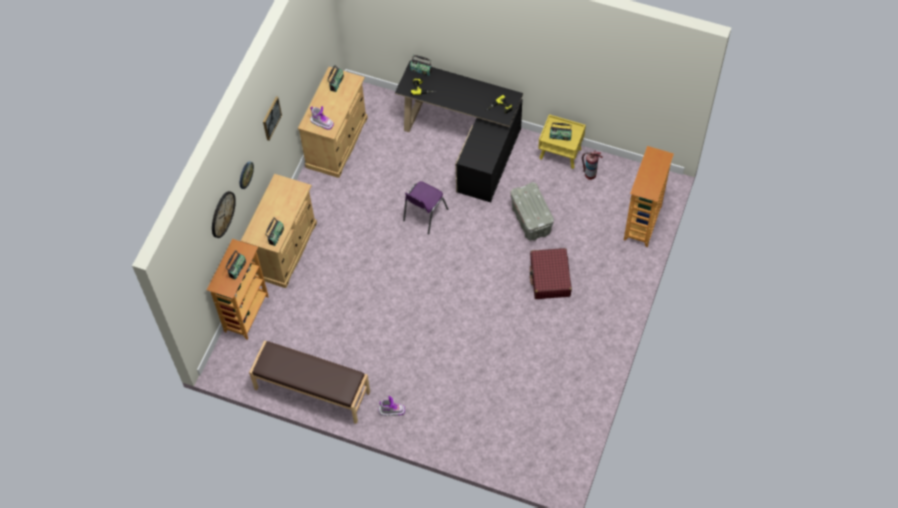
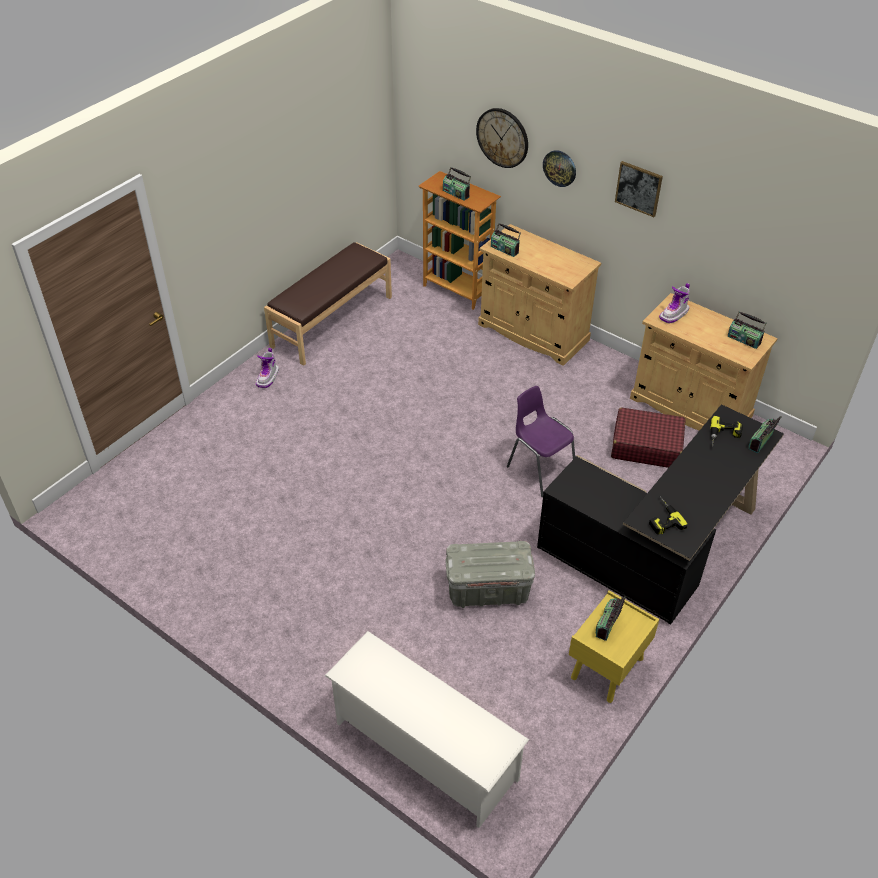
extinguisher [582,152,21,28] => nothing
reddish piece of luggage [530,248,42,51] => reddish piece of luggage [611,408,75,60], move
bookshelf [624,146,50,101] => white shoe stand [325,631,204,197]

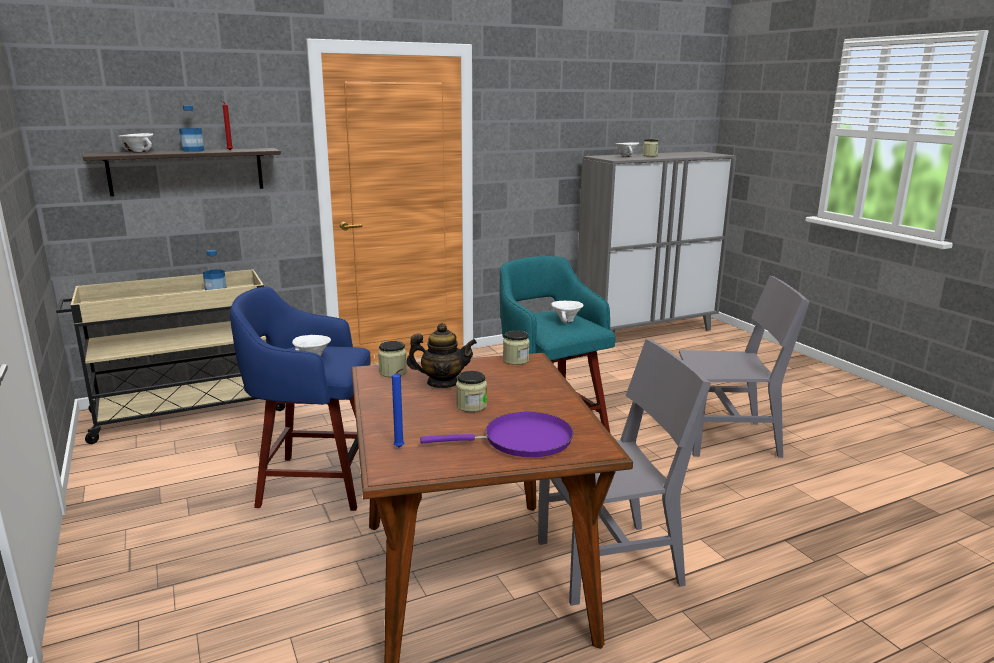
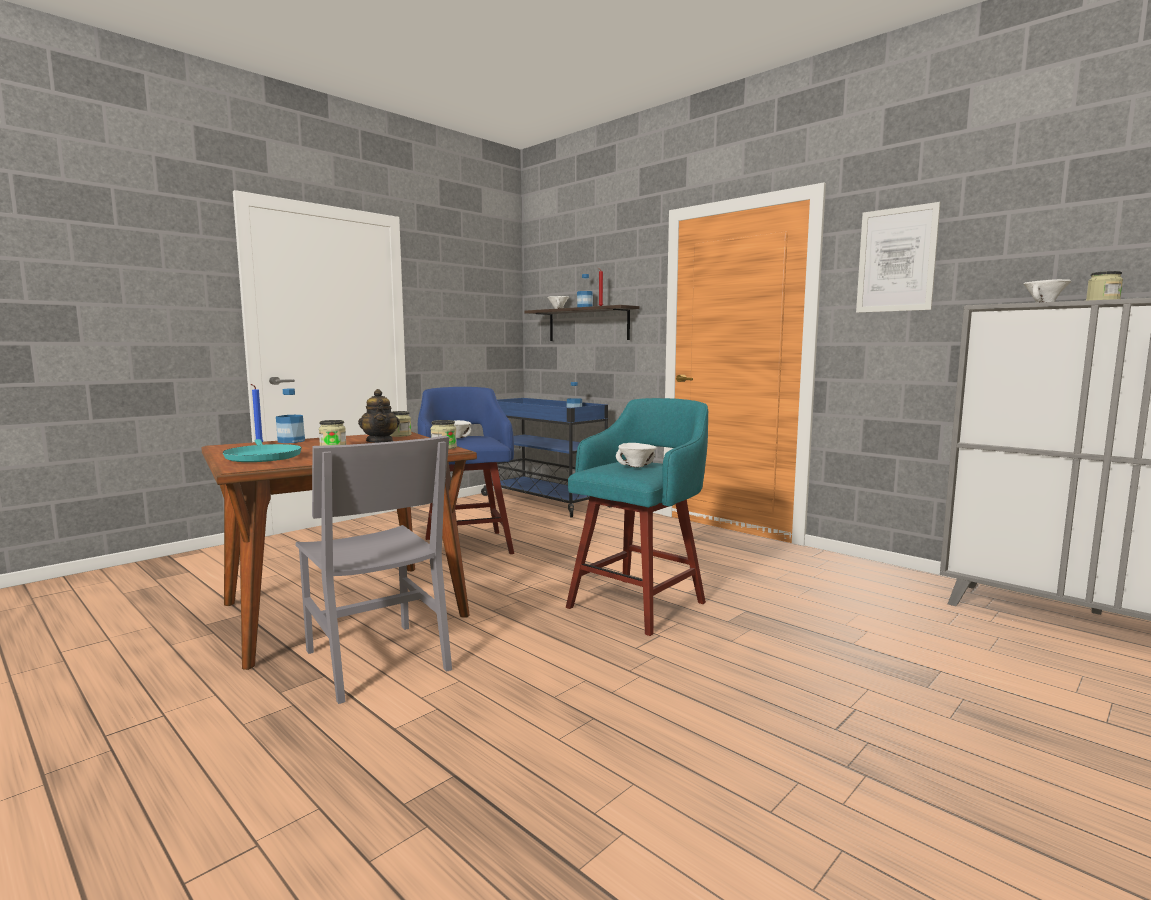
grey chair [679,276,131,182] => nothing
nothing => bottle [276,389,29,54]
nothing => wall picture [856,202,84,111]
sand-coloured trolley [56,269,229,175] => bluish trolley [481,398,128,119]
purple pan [420,412,153,45] => turquoise pan [222,439,80,23]

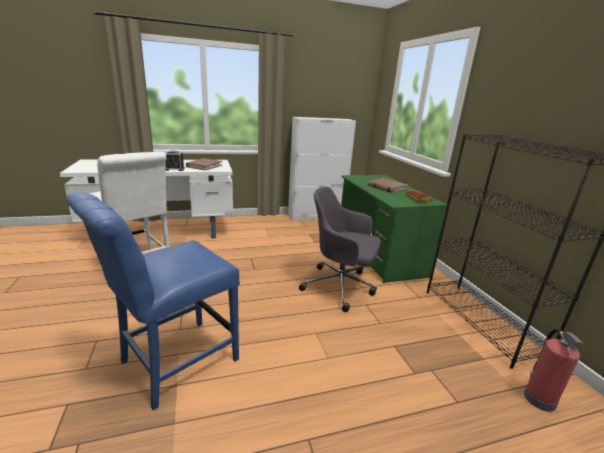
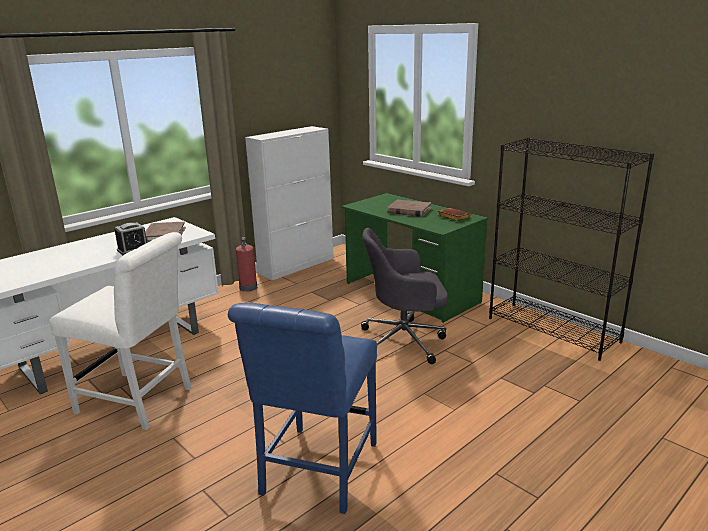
extinguisher [524,329,59,83] => extinguisher [236,237,21,55], move

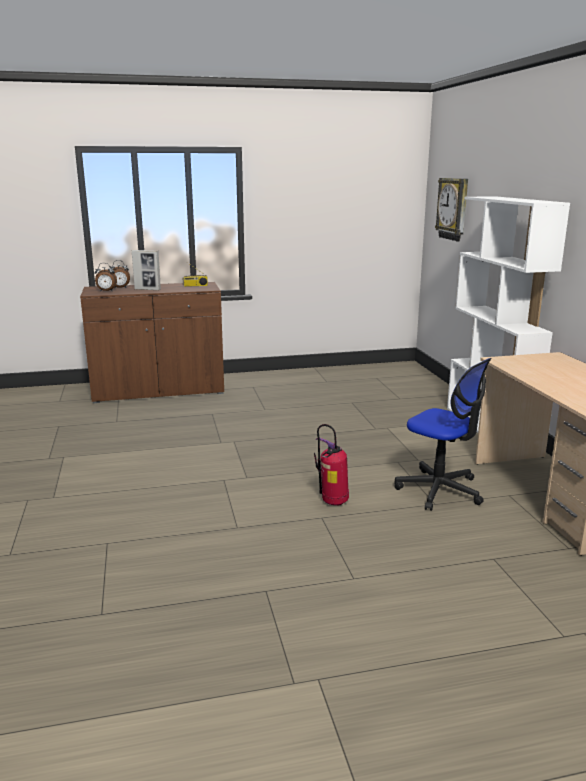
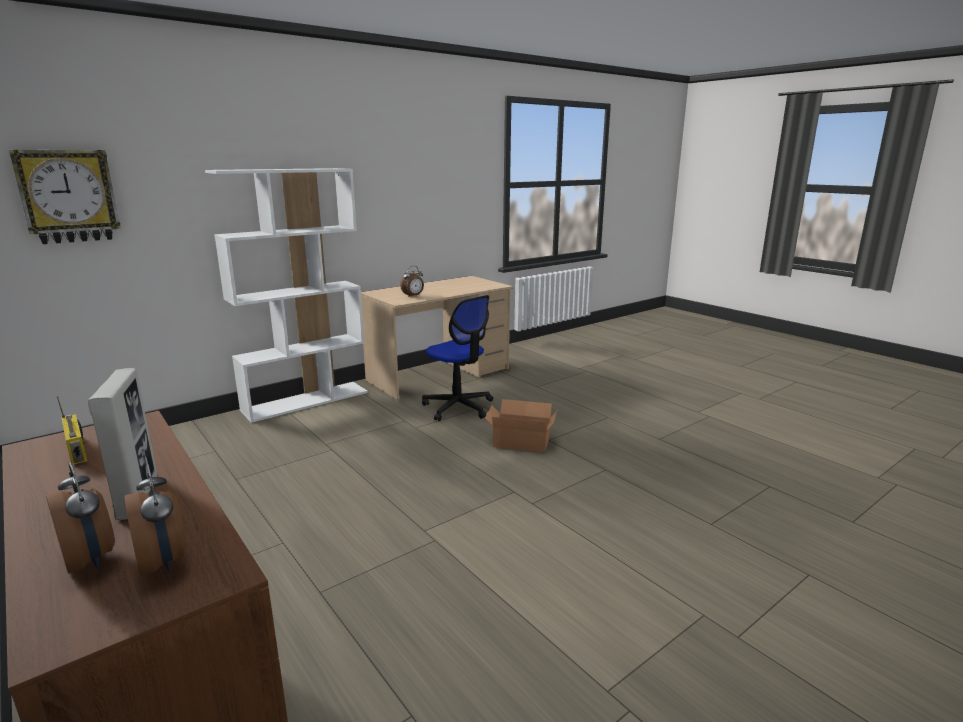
nothing => table clock [400,266,24,30]
extinguisher [314,424,35,81] => packing box [485,399,72,54]
desk chair [394,358,97,153] => desk chair [422,295,71,126], 120 degrees clockwise

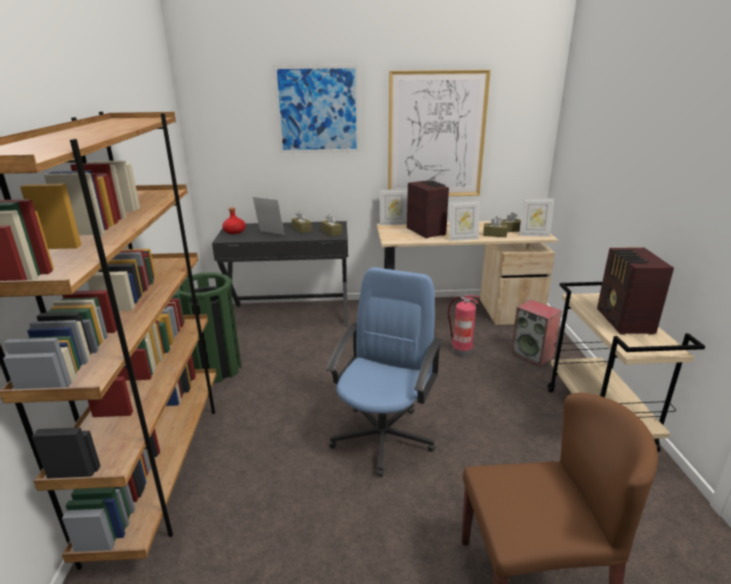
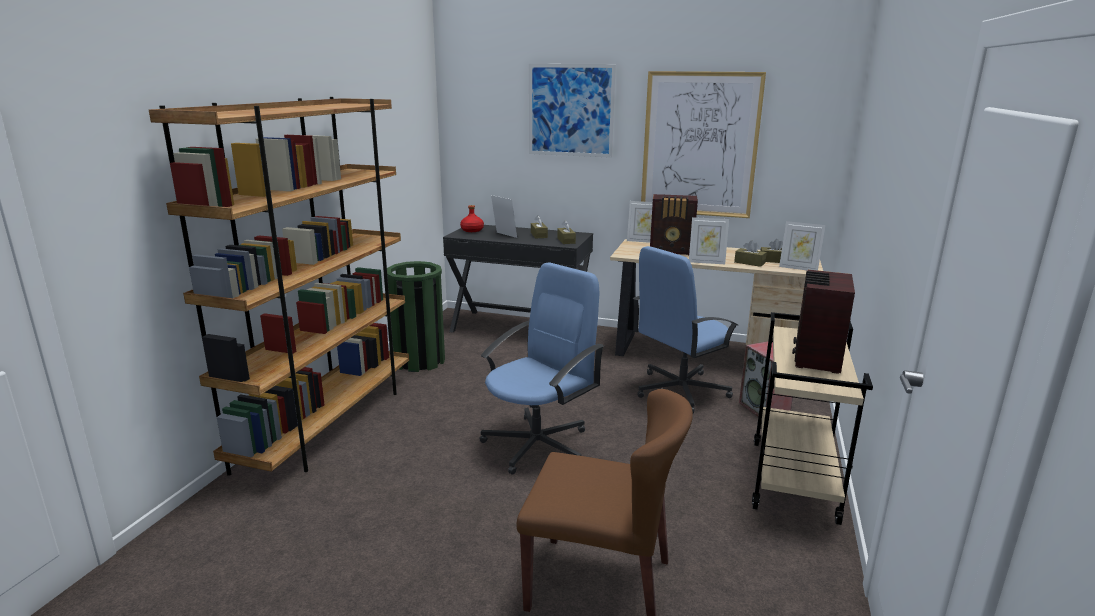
extinguisher [448,295,32,62] => bluish desk chair [632,246,106,168]
radio set [407,180,42,58] => radio set [650,194,48,61], 105 degrees clockwise

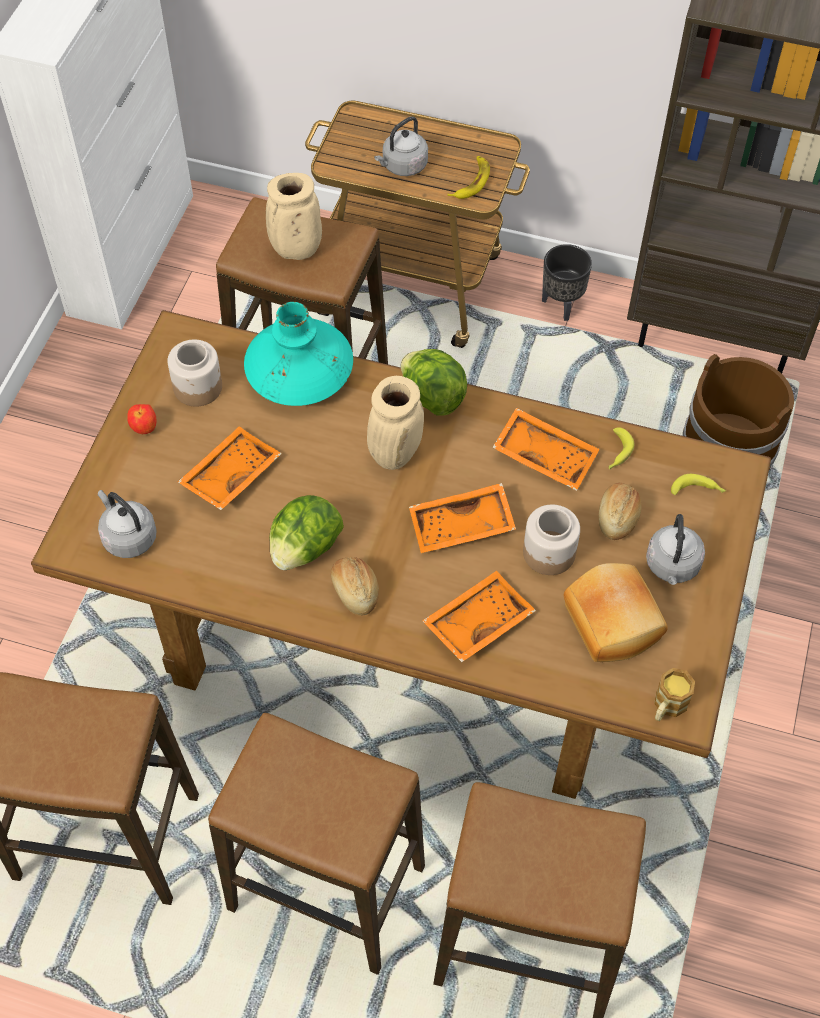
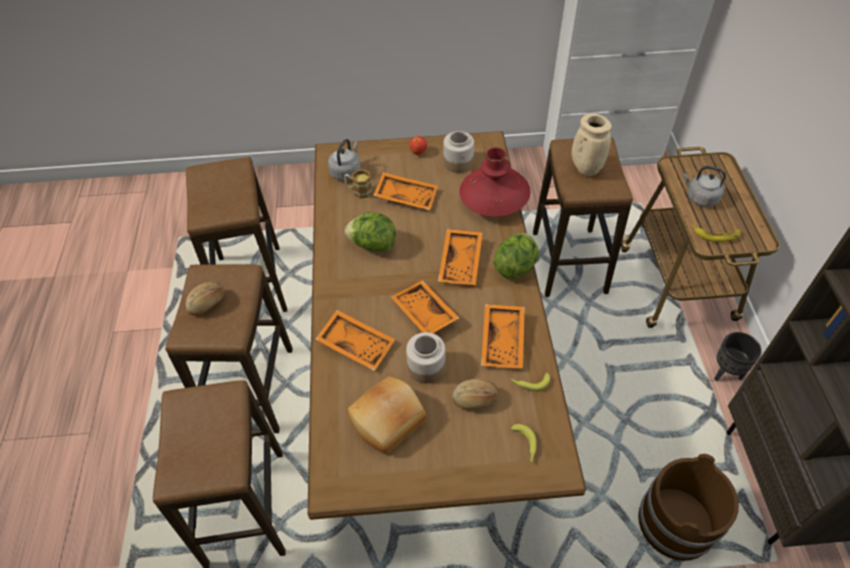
grey water kettle [646,514,59,71] => nothing
bread [331,556,48,59] => bread [186,281,38,35], move
tea mug [654,668,41,53] => tea mug [344,169,28,30], move
sand-coloured decorative vase [367,376,57,94] => orangey carrying tray [438,229,45,56]
turquoise decorative vase [244,302,109,104] => reddish decorative vase [460,147,71,70]

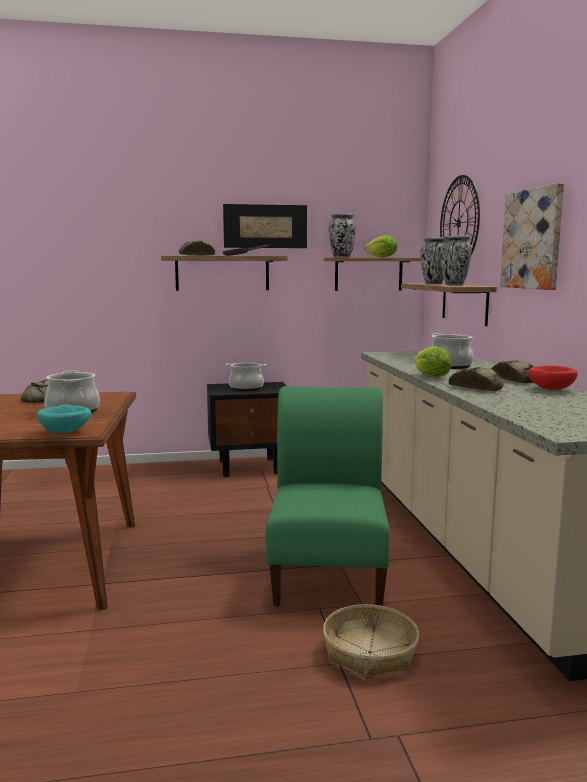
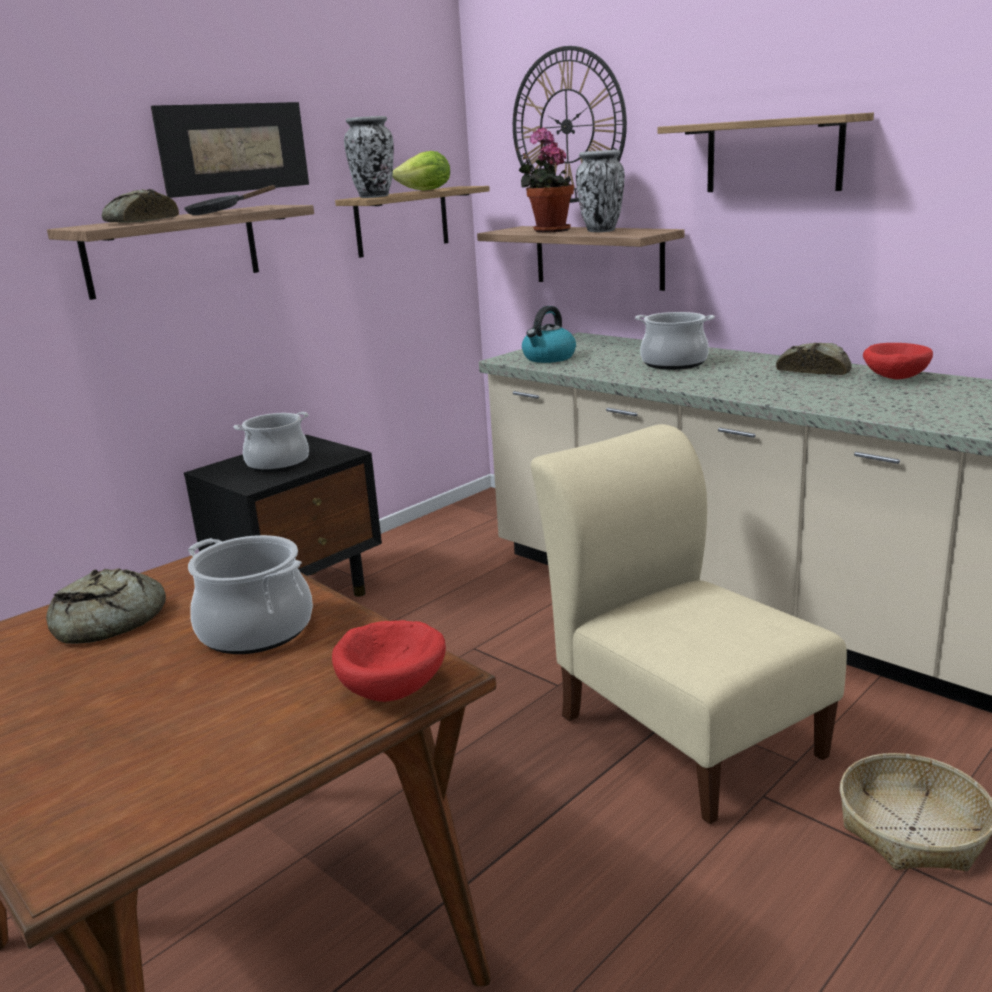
lettuce [413,347,38,30] => nothing
bread [449,367,54,24] => nothing
nothing => water kettle [522,306,54,57]
decorative vase [420,237,25,47] => potted plant [519,127,55,106]
wall picture [500,183,64,107] => shelf [658,113,216,79]
turquoise deep dish [37,404,54,29] => reddish deep dish [332,620,114,82]
green-coloured chair [266,386,124,220] => sand-coloured chair [531,424,316,400]

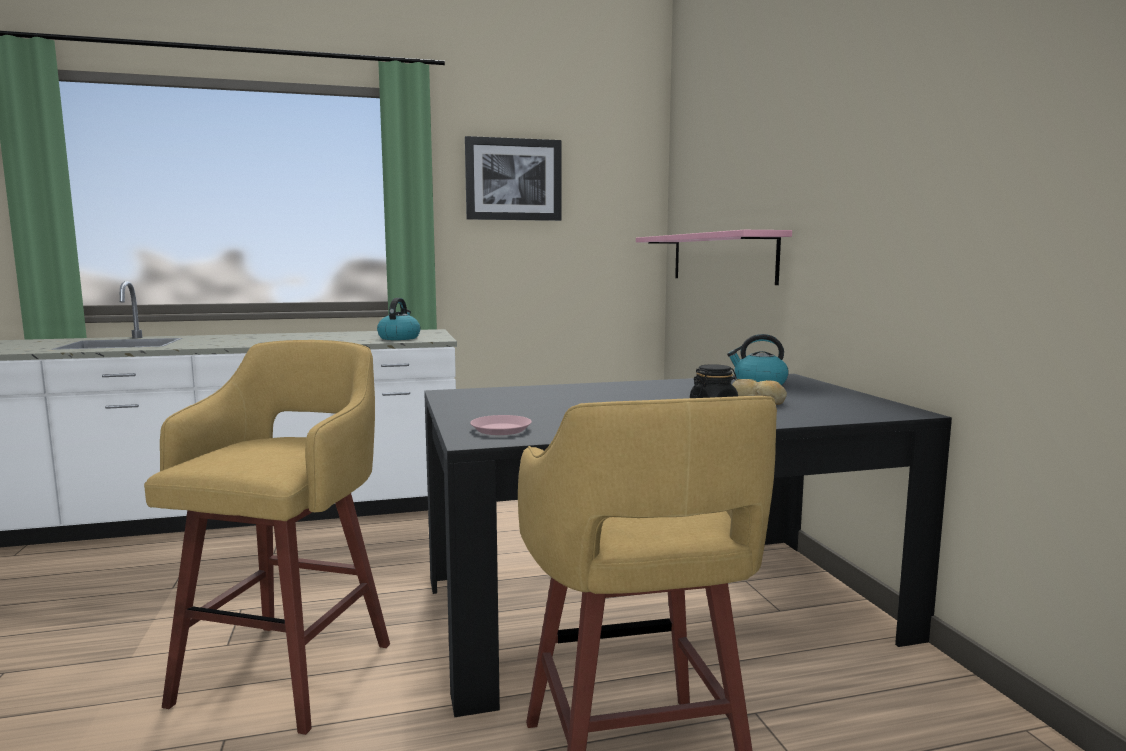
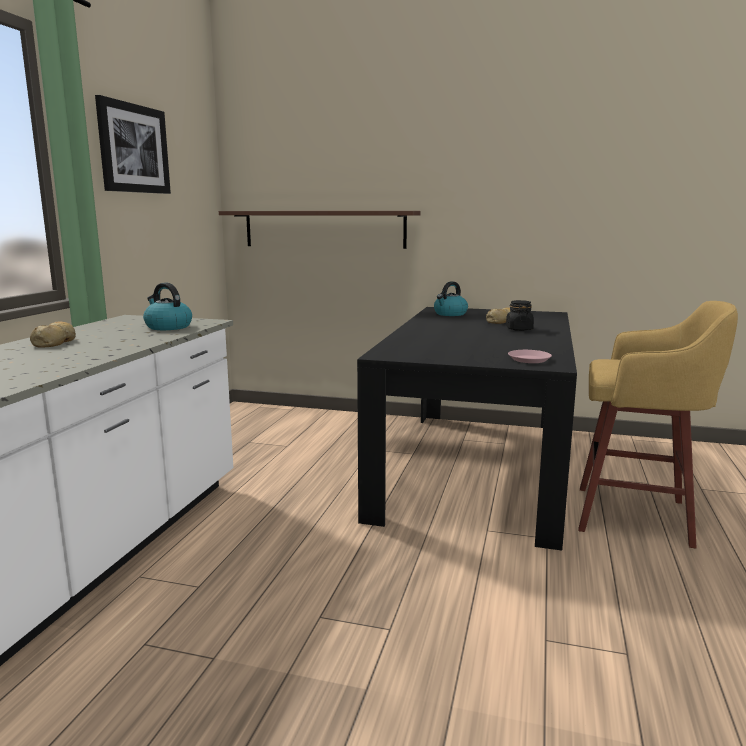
yellowish sitting stool [144,340,246,395] => nothing
nothing => bread [30,321,46,27]
pink shelf [636,230,156,55] => brownish shelf [219,211,202,38]

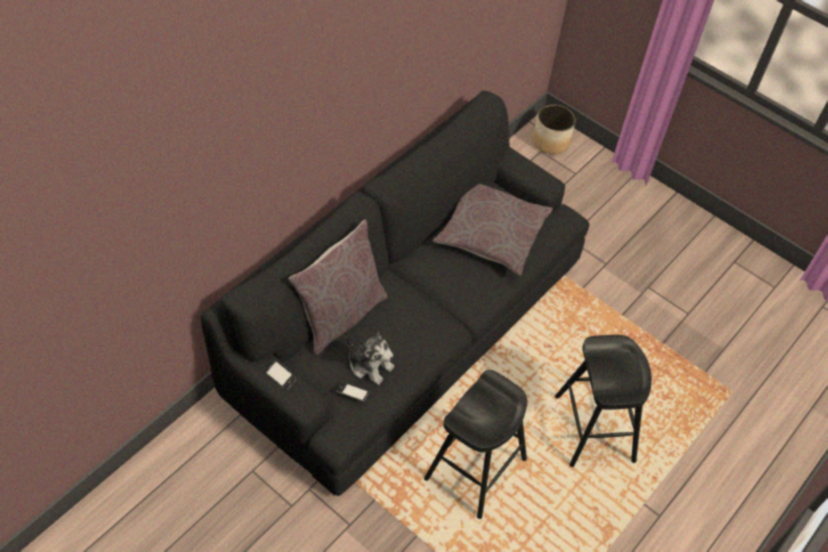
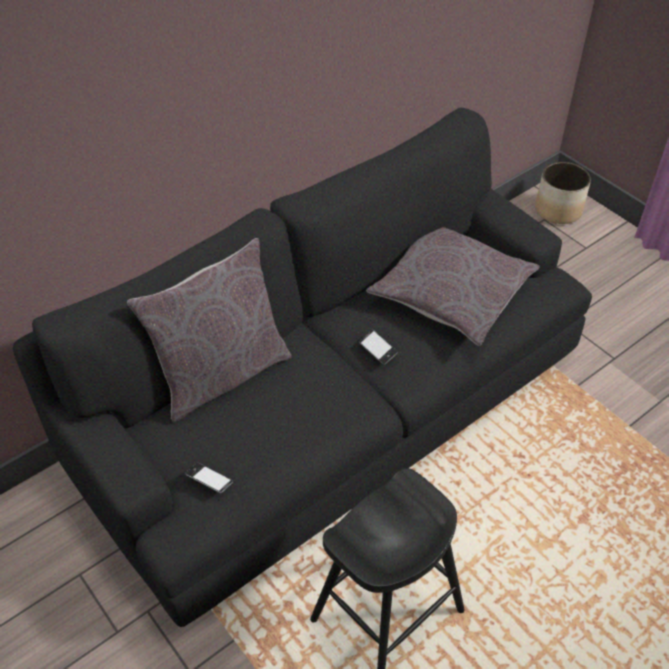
soft toy [345,333,49,52] => nothing
black-coloured sitting stool [555,335,97,132] => nothing
telephone [265,361,32,29] => telephone [359,330,39,35], move

